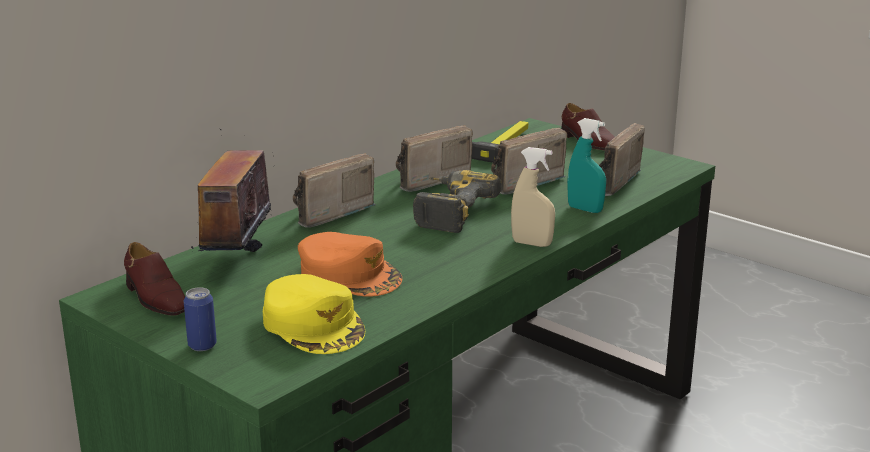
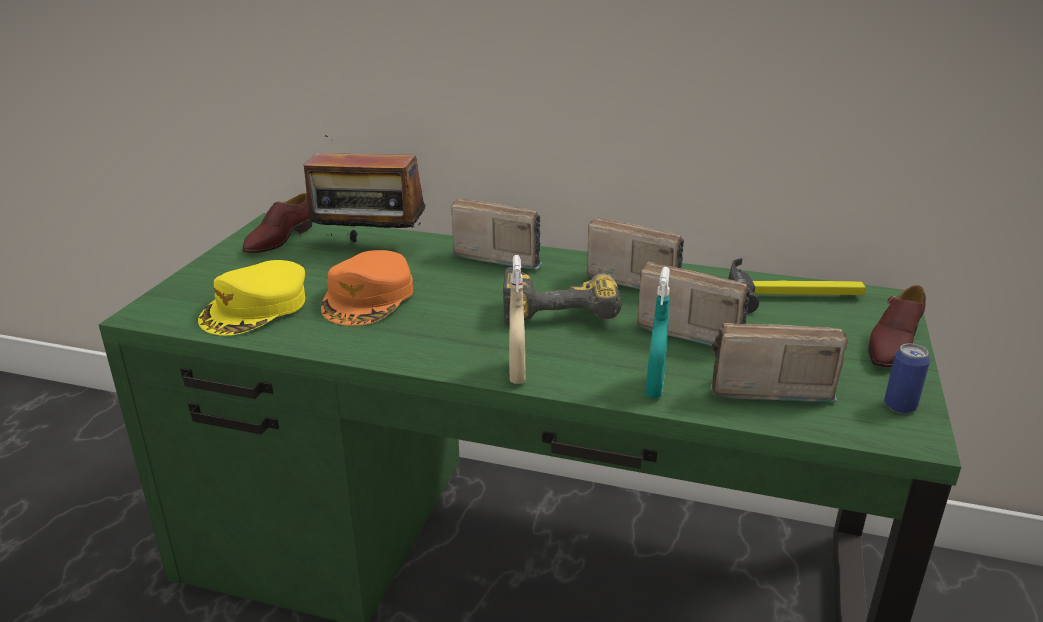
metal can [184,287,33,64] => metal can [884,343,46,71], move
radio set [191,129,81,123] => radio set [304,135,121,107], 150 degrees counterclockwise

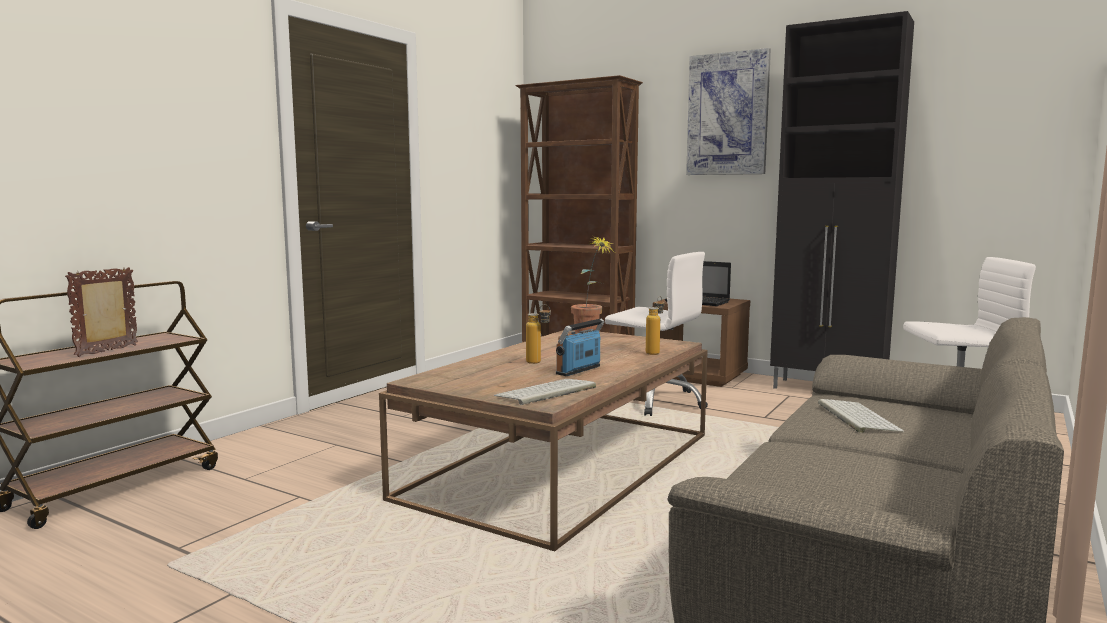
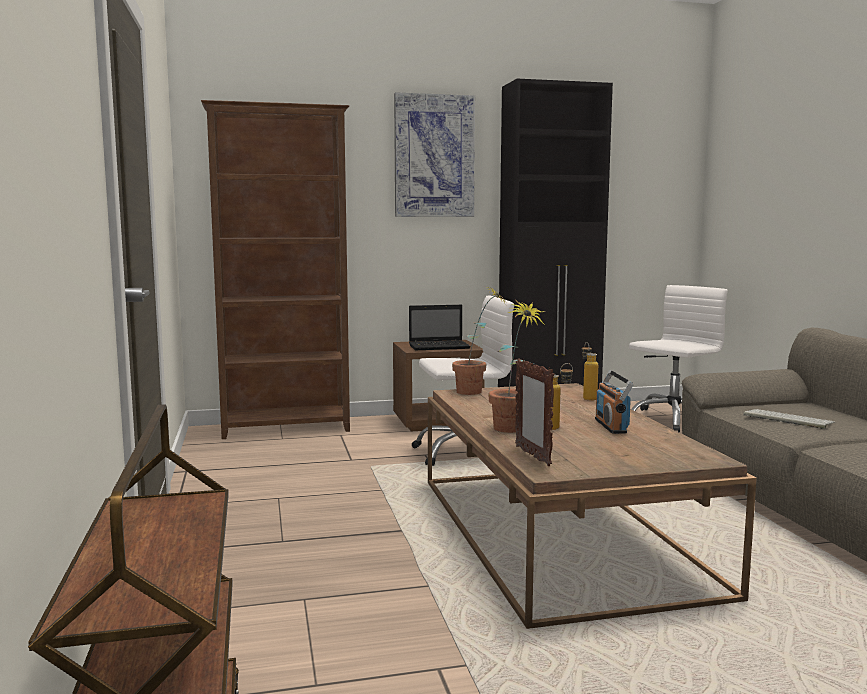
keyboard [494,379,102,26] => nothing
nothing => potted plant [488,300,57,133]
photo frame [65,267,73,90] => photo frame [515,358,39,108], move

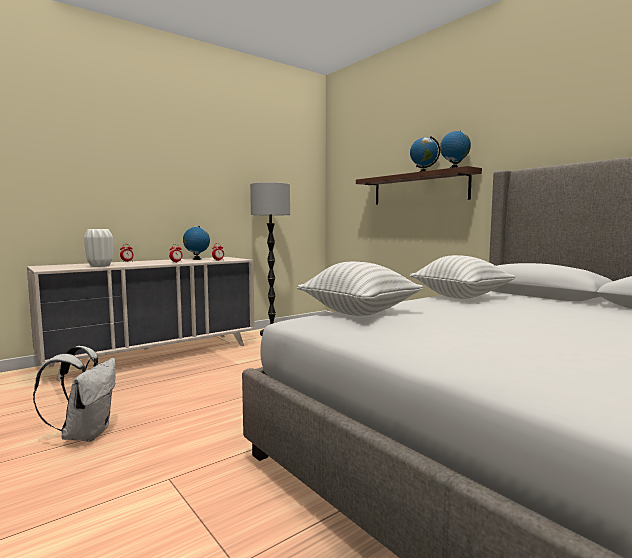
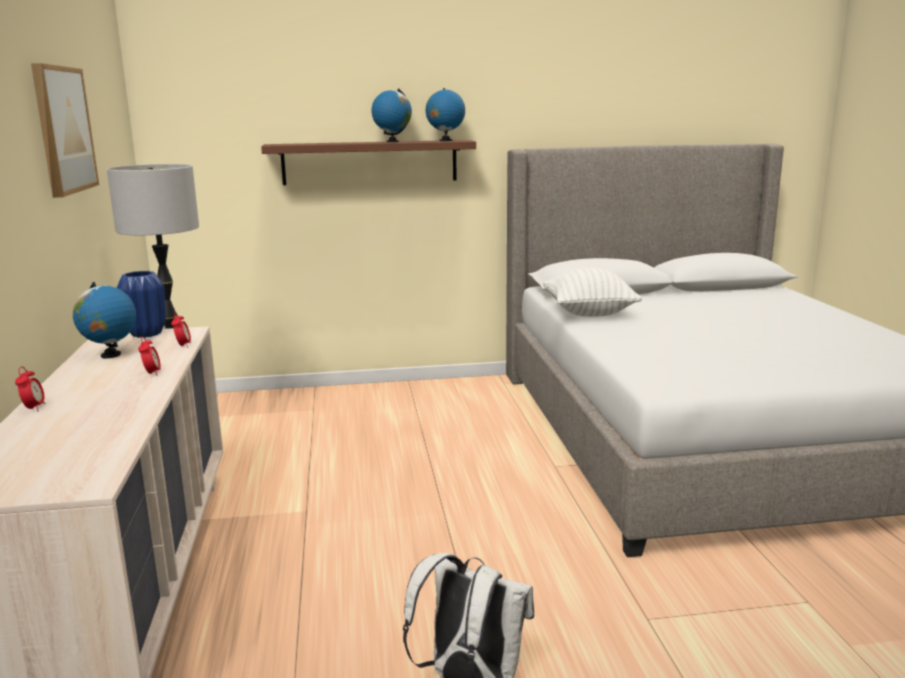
white decorative vase [84,229,29,38] => nothing
white throw pillow [297,262,126,54] => nothing
nothing => wall picture [31,63,68,135]
nothing => bluish decorative vase [117,271,49,67]

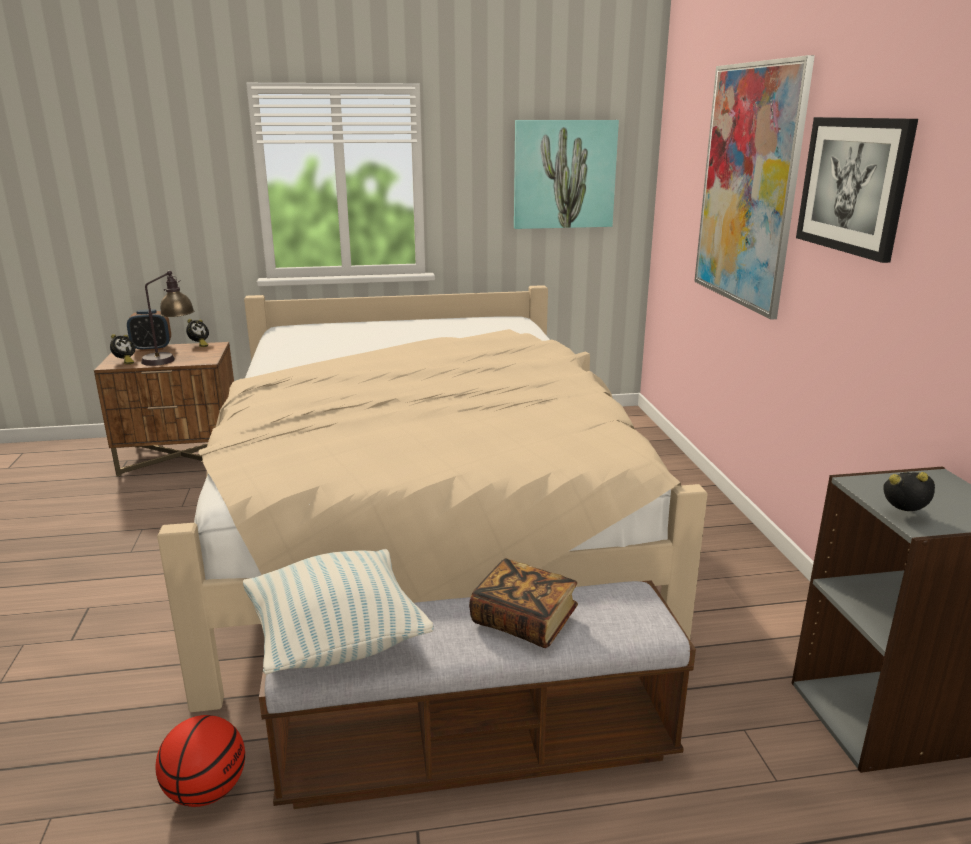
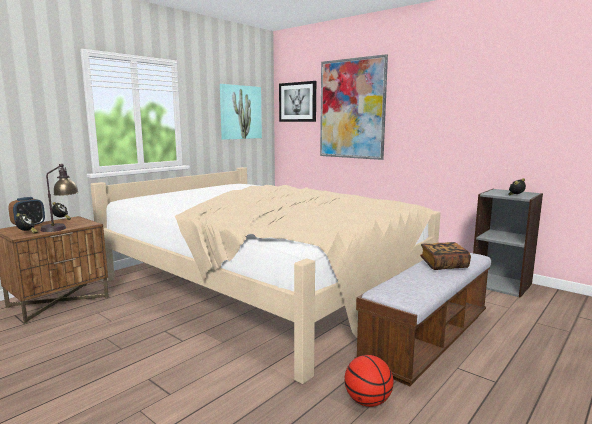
throw pillow [243,549,191,126] => nothing
wall picture [796,117,122,146] => wall picture [279,81,37,41], move

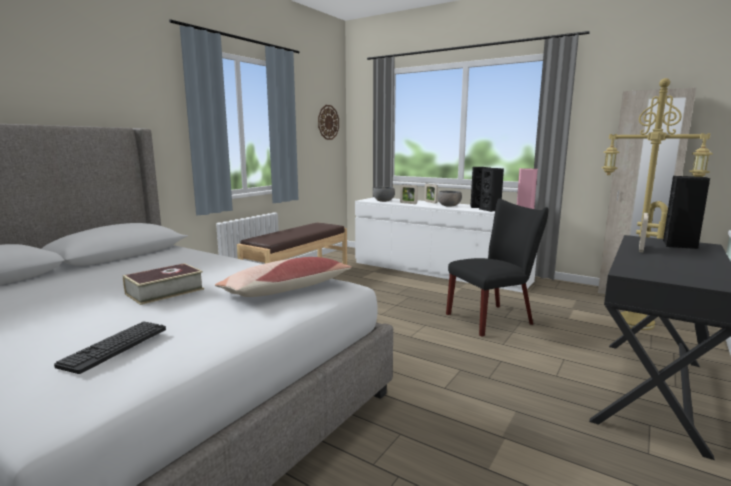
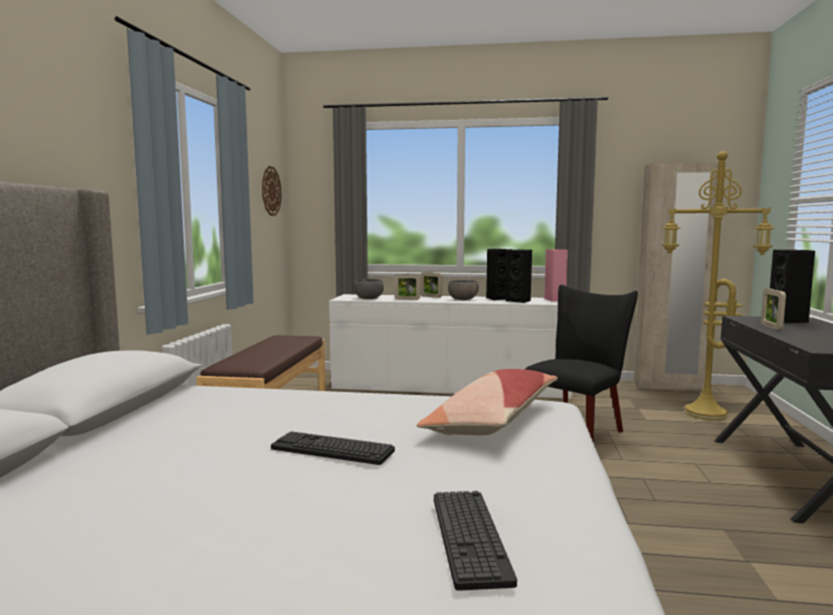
bound book [123,263,81,42] => keyboard [271,431,124,34]

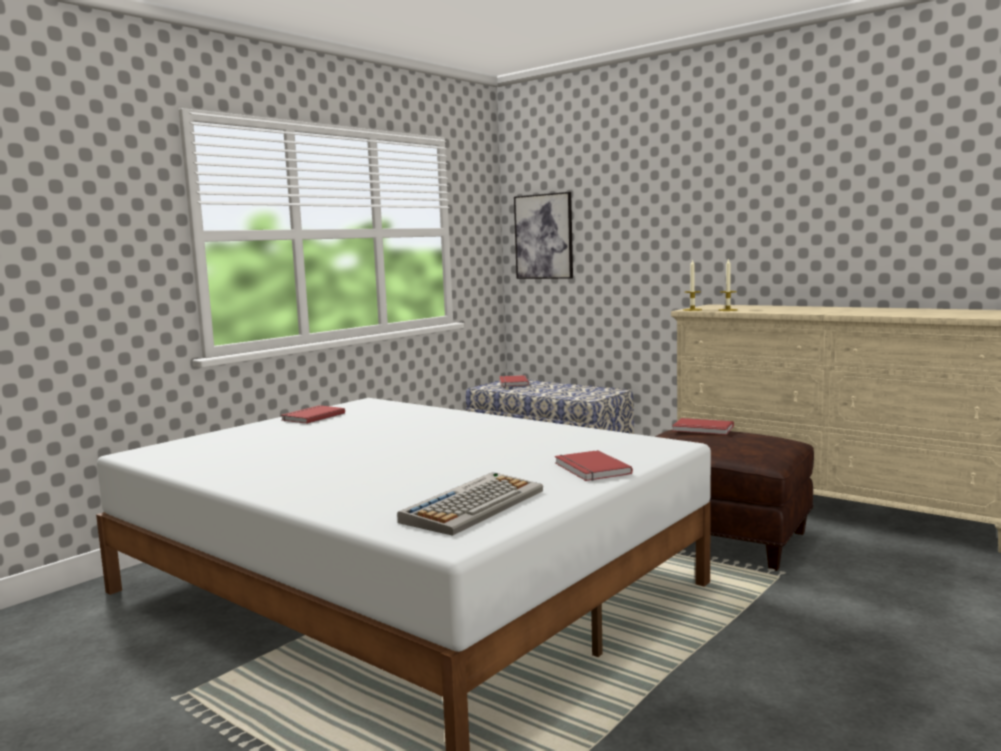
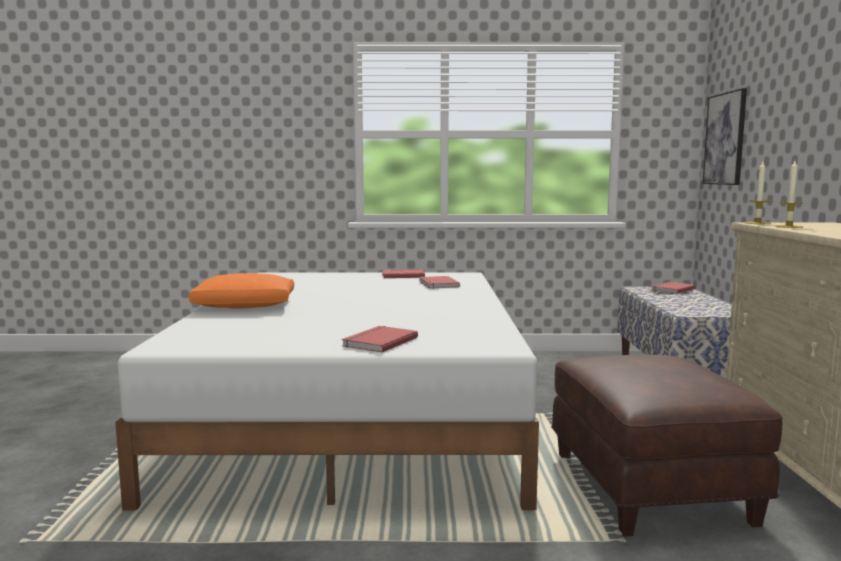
keyboard [397,472,146,64] => nothing
nothing => orangey throw pillow [189,273,105,36]
reddish bound book [672,418,62,17] => reddish bound book [419,276,41,13], move

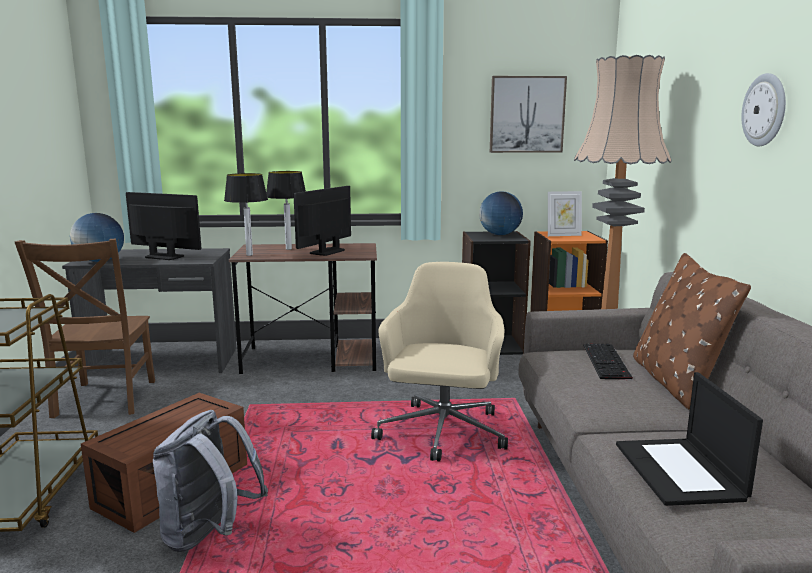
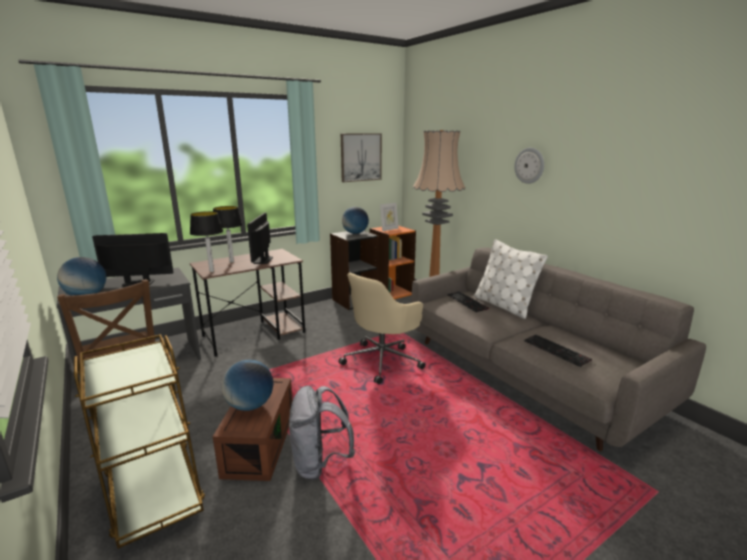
nothing => world globe [222,360,51,51]
laptop [616,372,147,134] => keyboard [524,335,68,32]
brownish throw pillow [633,253,118,156] => white throw pillow [474,239,74,80]
sand-coloured desk chair [371,262,137,199] => sand-coloured desk chair [339,273,86,111], 120 degrees counterclockwise

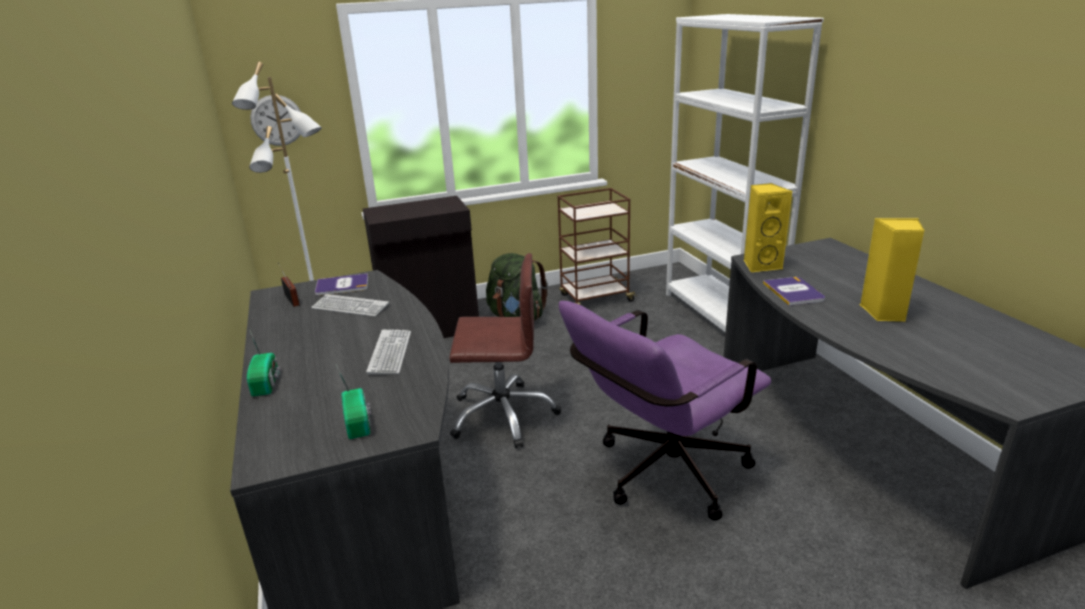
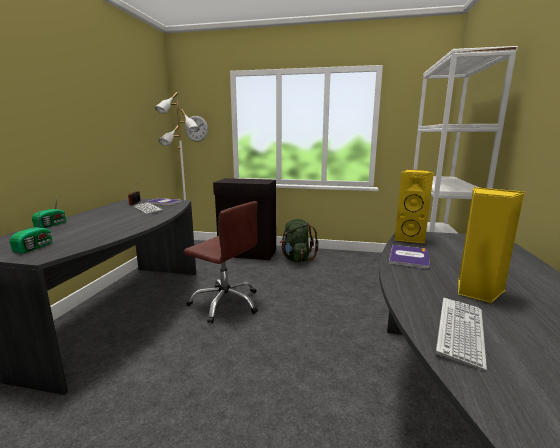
brownish trolley [558,188,79,118] => nothing
purple desk chair [559,301,213,220] => nothing
keyboard [366,330,45,44] => keyboard [436,298,51,73], move

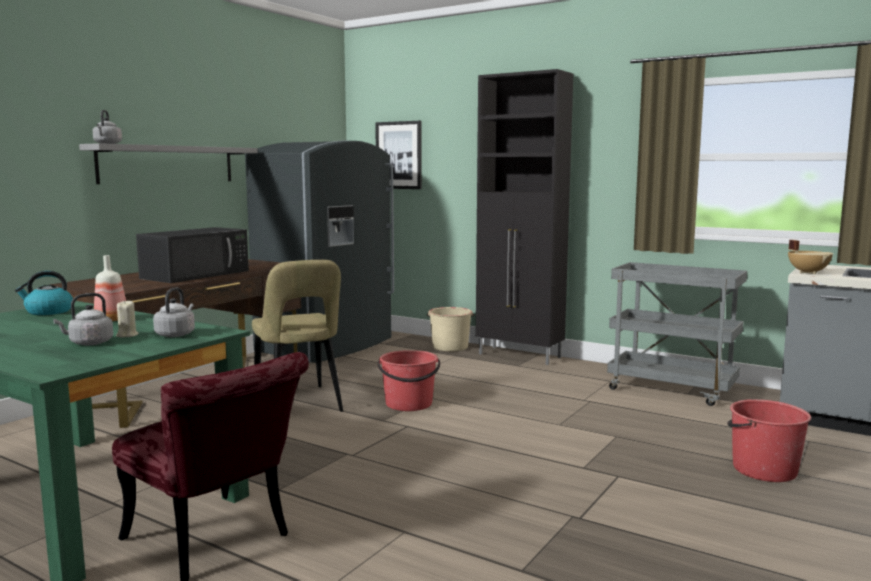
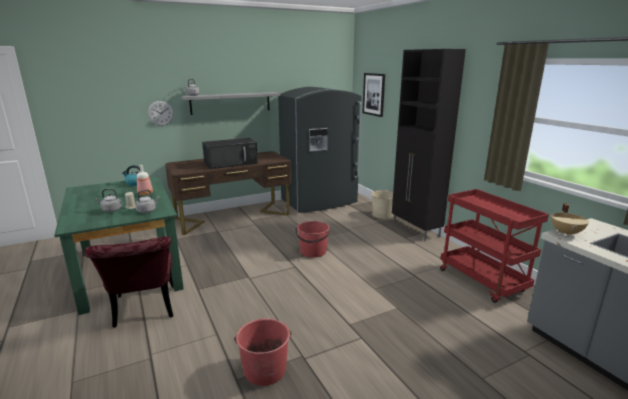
sand-coloured chair [252,260,91,152] => nothing
nothing => clock on the wall [148,101,26,25]
reddish pail [727,399,84,83] => reddish pail [234,318,57,68], move
grey trolley [607,262,140,144] => reddish trolley [440,189,109,114]

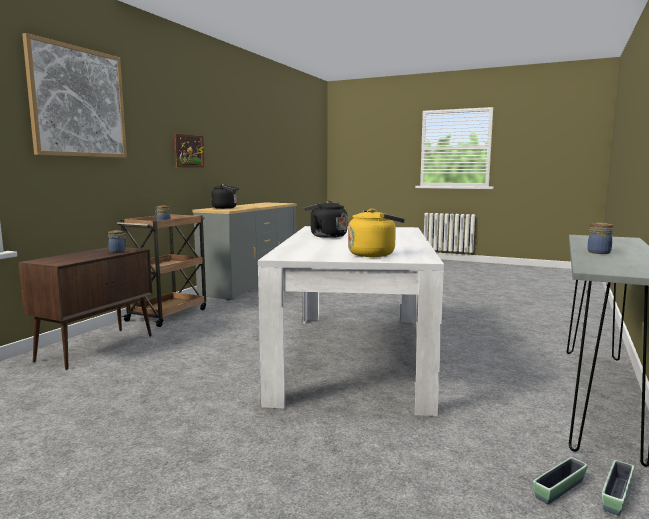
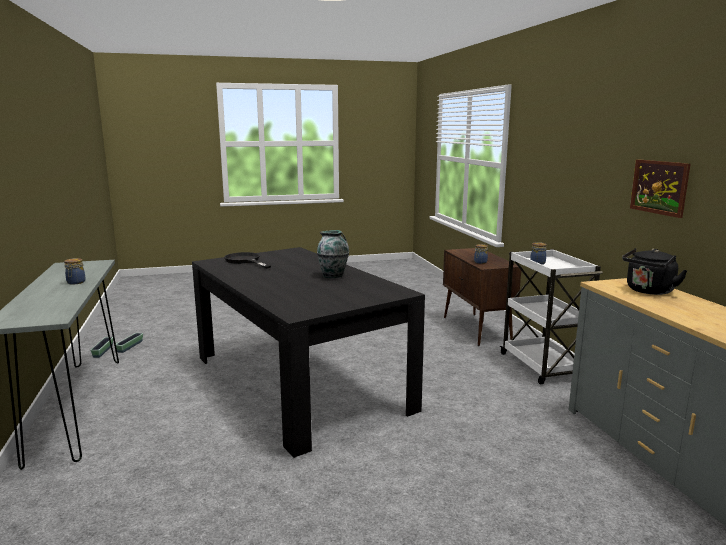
wall picture [22,33,105,125] => nothing
black-coloured water kettle [303,201,44,37] => decorative vase [317,230,32,48]
yellowish water kettle [348,209,57,48] => black-coloured pan [224,252,47,17]
brownish trolley [117,214,89,113] => white trolley [500,249,103,135]
white kitchen table [258,226,186,190] => black-coloured kitchen table [192,247,233,211]

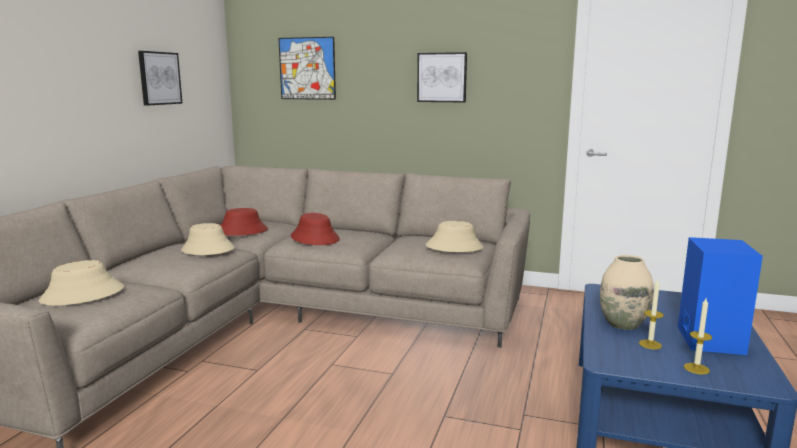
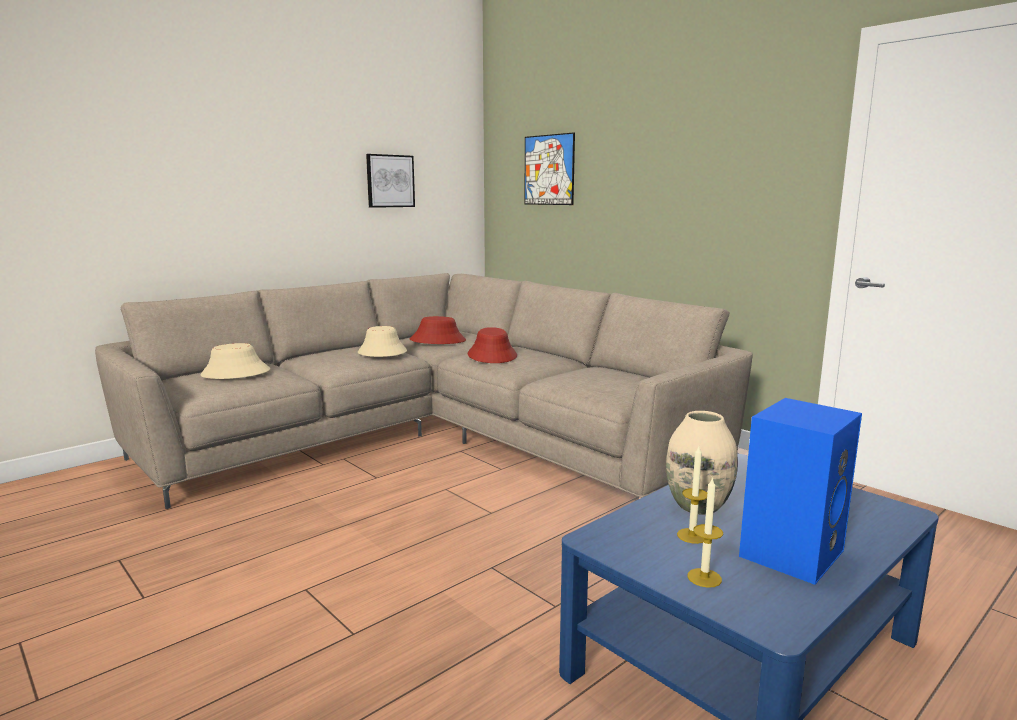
wall picture [417,52,50,51] => nothing
sand-coloured hat [426,221,58,31] => nothing

